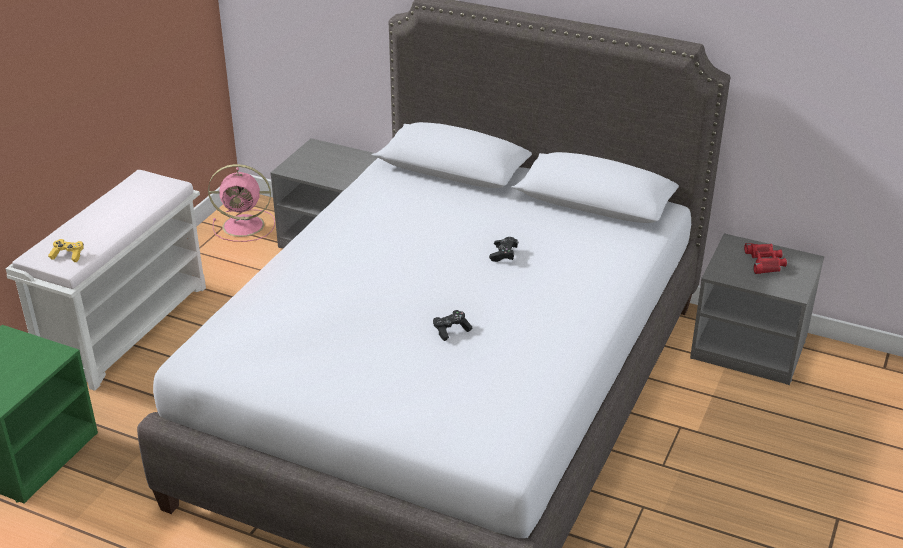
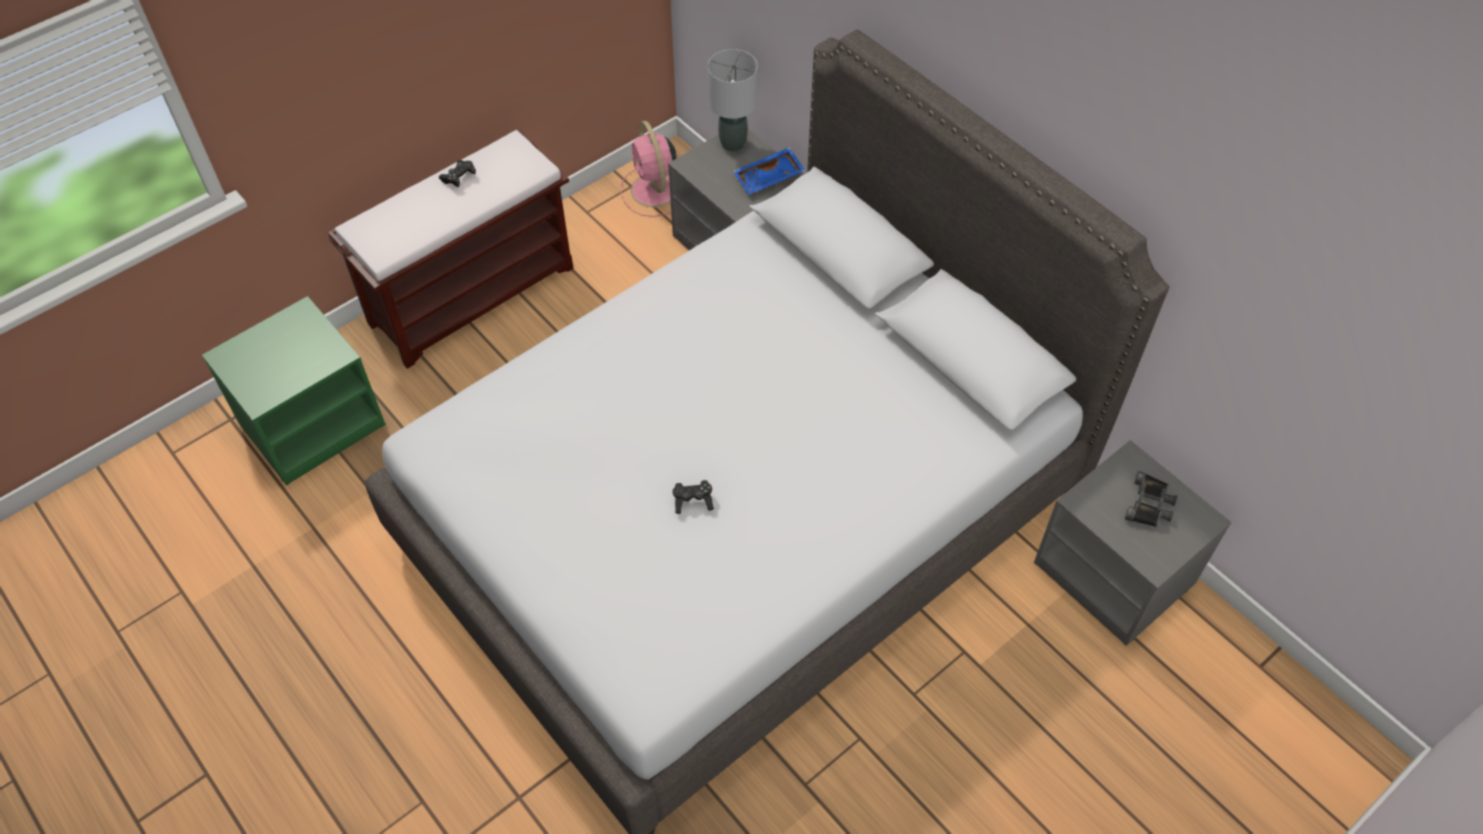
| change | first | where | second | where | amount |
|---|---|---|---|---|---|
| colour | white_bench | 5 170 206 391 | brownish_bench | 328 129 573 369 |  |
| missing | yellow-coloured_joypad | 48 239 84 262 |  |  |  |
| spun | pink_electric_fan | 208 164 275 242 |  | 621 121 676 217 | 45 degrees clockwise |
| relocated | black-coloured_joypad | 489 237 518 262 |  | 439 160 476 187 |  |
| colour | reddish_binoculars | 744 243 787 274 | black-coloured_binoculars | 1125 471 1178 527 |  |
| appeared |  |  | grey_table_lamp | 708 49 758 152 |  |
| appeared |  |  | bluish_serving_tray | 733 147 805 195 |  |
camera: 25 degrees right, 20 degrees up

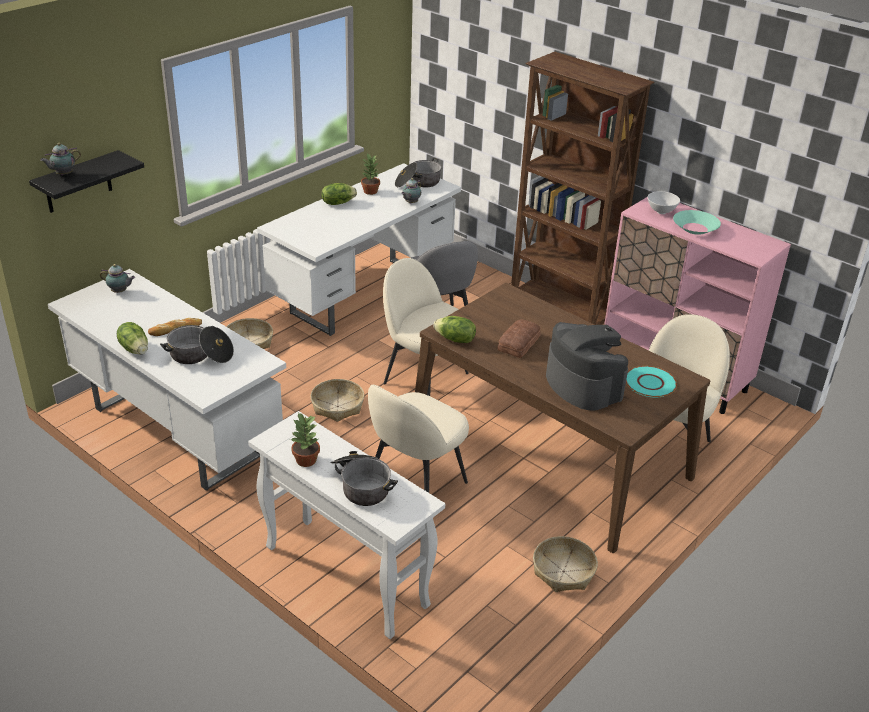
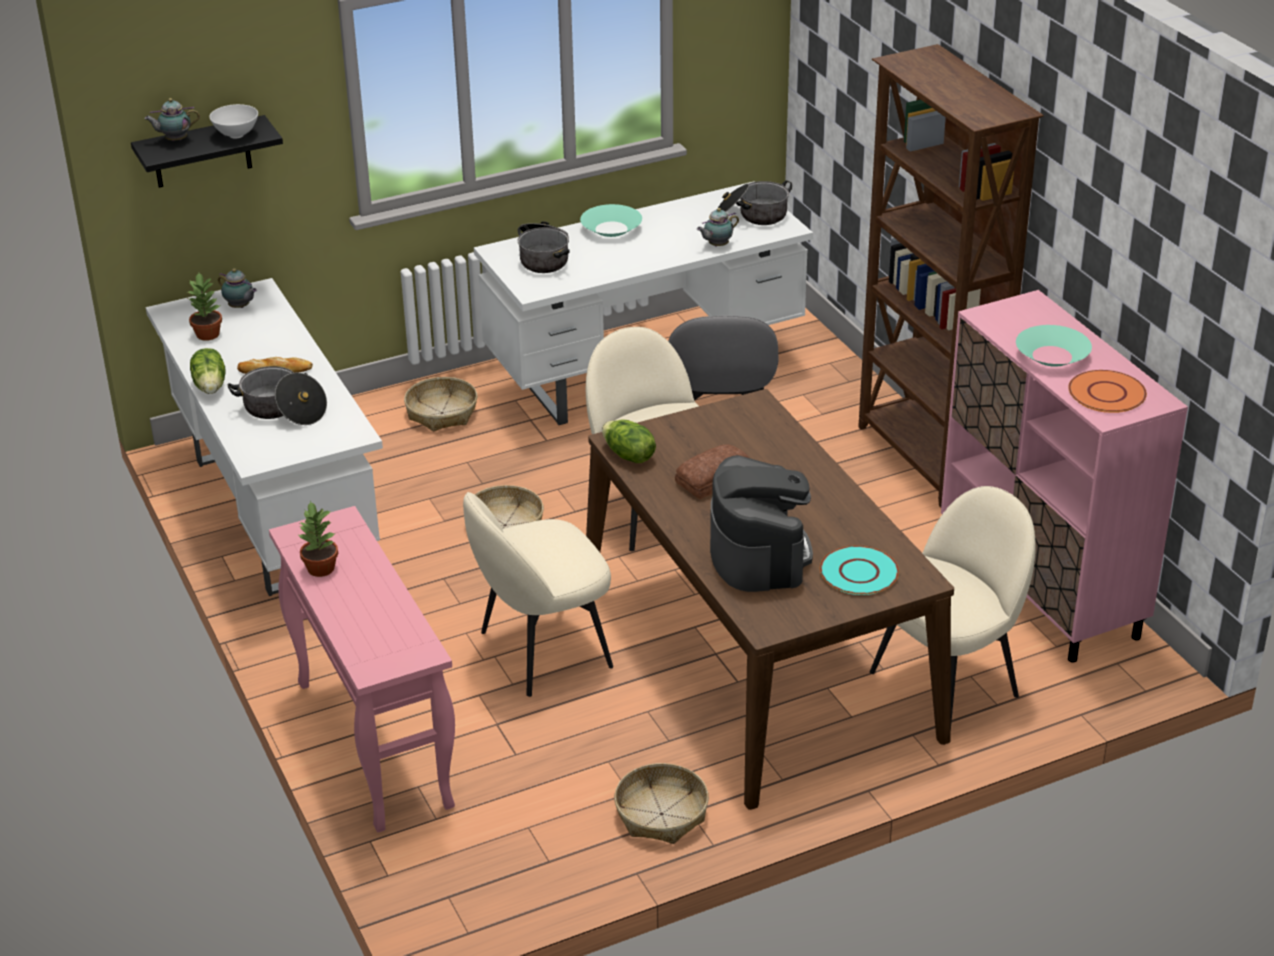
| change | first | where | second | where | amount |
|---|---|---|---|---|---|
| colour | white_narrow_table | 248 411 445 639 | pink_narrow_table | 269 506 455 832 |  |
| exchanged | lettuce | 321 183 357 205 | blue-green_bowl | 580 204 642 237 |  |
| relocated | cooking_pot | 330 451 398 506 |  | 518 221 570 273 |  |
| relocated | plant_in_a_pot | 361 153 380 195 |  | 187 273 222 341 |  |
| relocated | white_bowl | 648 191 680 214 |  | 209 104 258 139 |  |
| appeared |  |  | orange-coloured_flat_dish | 1068 370 1147 413 |  |
camera: 25 degrees right, 0 degrees up

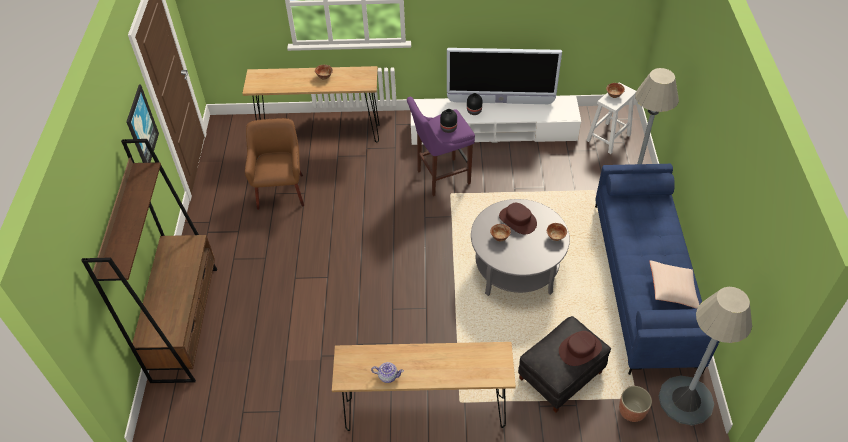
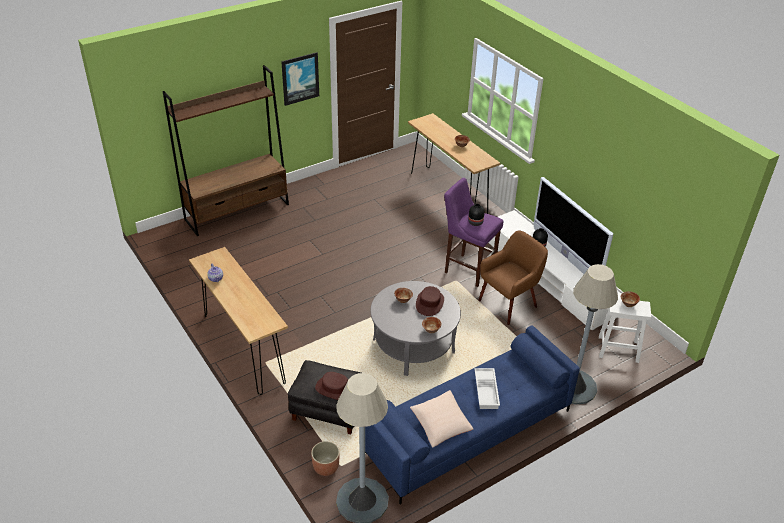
| change | first | where | second | where | amount |
|---|---|---|---|---|---|
| relocated | brownish_armchair | 245 118 304 210 |  | 478 230 548 325 |  |
| appeared |  |  | white_serving_tray | 474 368 500 409 |  |
camera: 55 degrees right, 10 degrees down

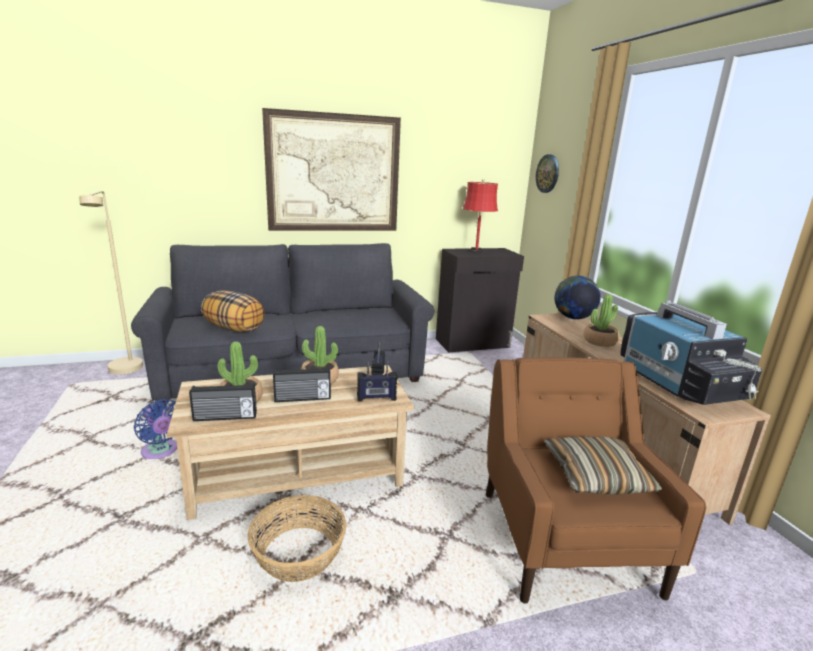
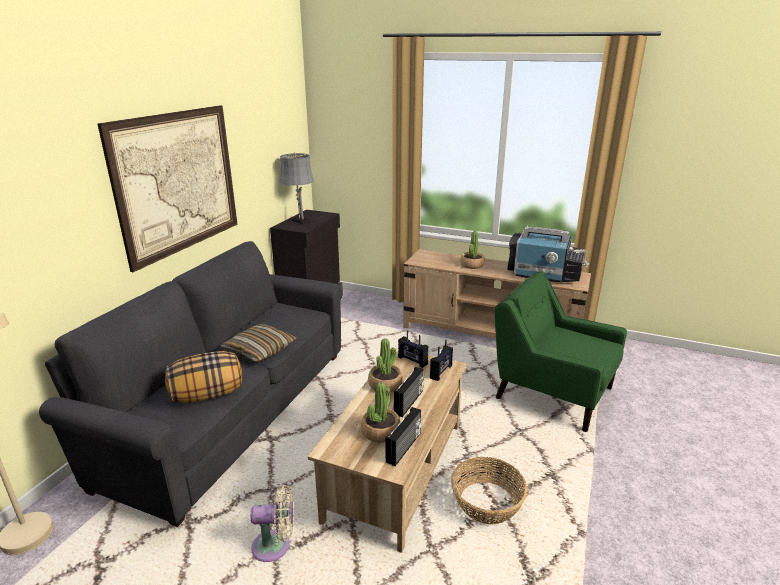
| change | first | where | second | where | amount |
|---|---|---|---|---|---|
| colour | bluish_electric_fan | 134 399 177 459 | sand-coloured_electric_fan | 251 485 294 562 |  |
| colour | reddish_table_lamp | 463 179 498 254 | grey_table_lamp | 280 152 314 224 |  |
| colour | brownish_armchair | 486 357 706 604 | green-coloured_armchair | 495 272 627 432 |  |
| missing | hanging_clock | 536 154 559 193 |  |  |  |
| relocated | throw_pillow | 544 436 662 494 |  | 220 324 297 363 |  |
| missing | globe | 555 276 601 319 |  |  |  |
camera: 50 degrees left, 5 degrees up

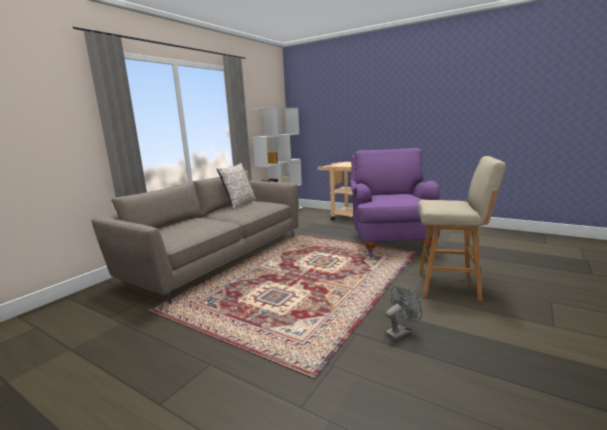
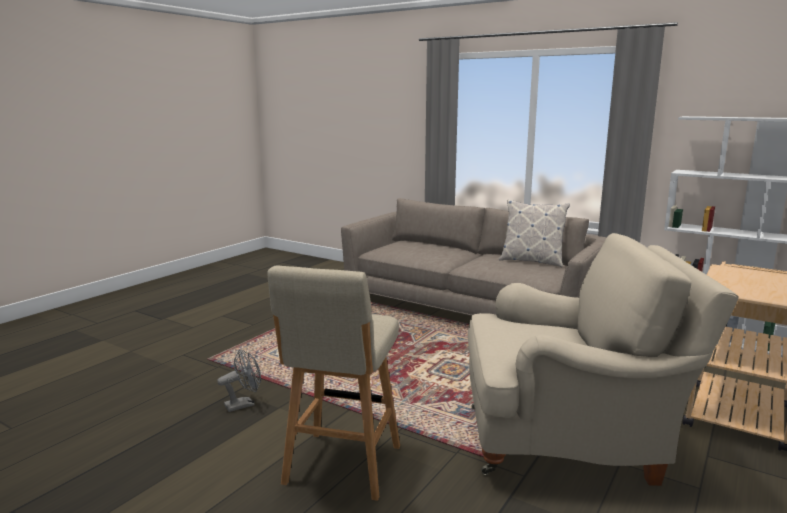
| change | first | where | second | where | amount |
|---|---|---|---|---|---|
| colour | purple_armchair | 350 148 440 257 | sand-coloured_armchair | 468 233 739 486 |  |
| spun | grey_electric_fan | 385 285 422 340 |  | 217 349 261 412 | 90 degrees counterclockwise |
camera: 90 degrees right, 0 degrees up

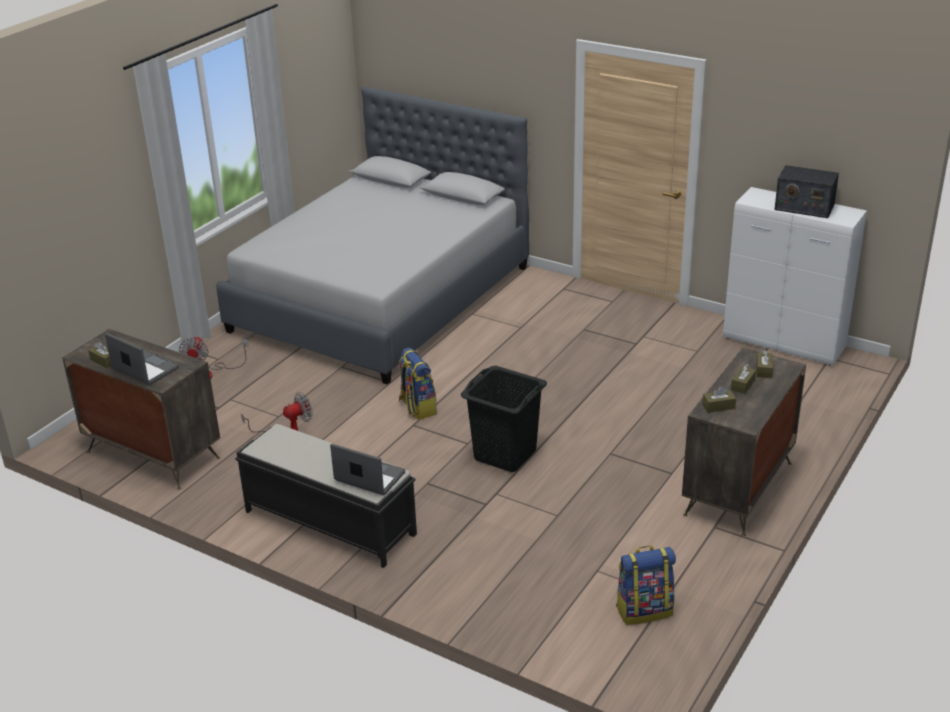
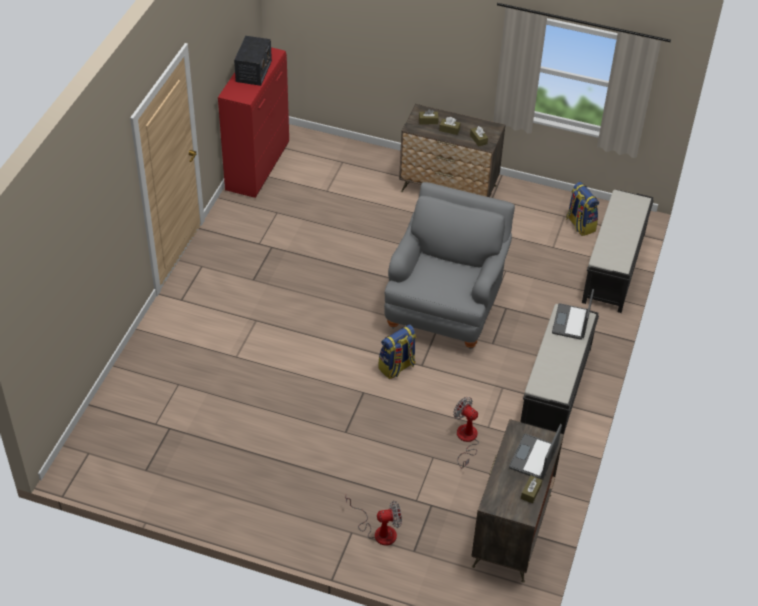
| change | first | where | second | where | amount |
|---|---|---|---|---|---|
| missing | grey_bed | 216 86 529 385 |  |  |  |
| exchanged | black-coloured_hamper | 461 366 547 472 | grey_armchair | 384 182 515 349 |  |
| colour | white_cabinet | 723 187 867 366 | reddish_cabinet | 218 47 289 198 |  |
| appeared |  |  | black-coloured_bench | 582 190 654 313 |  |
camera: 105 degrees left, 15 degrees up

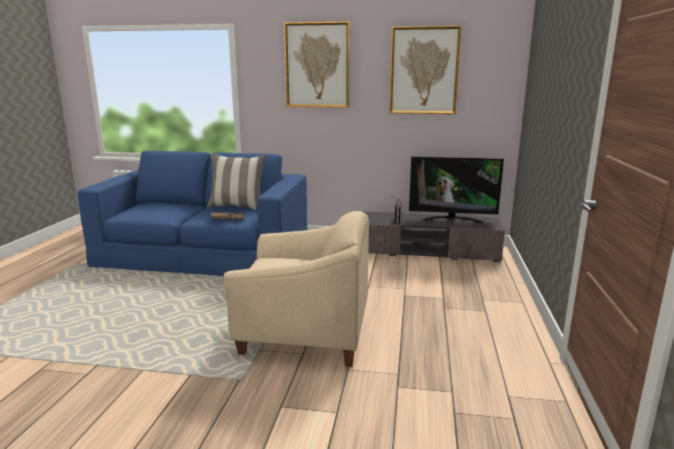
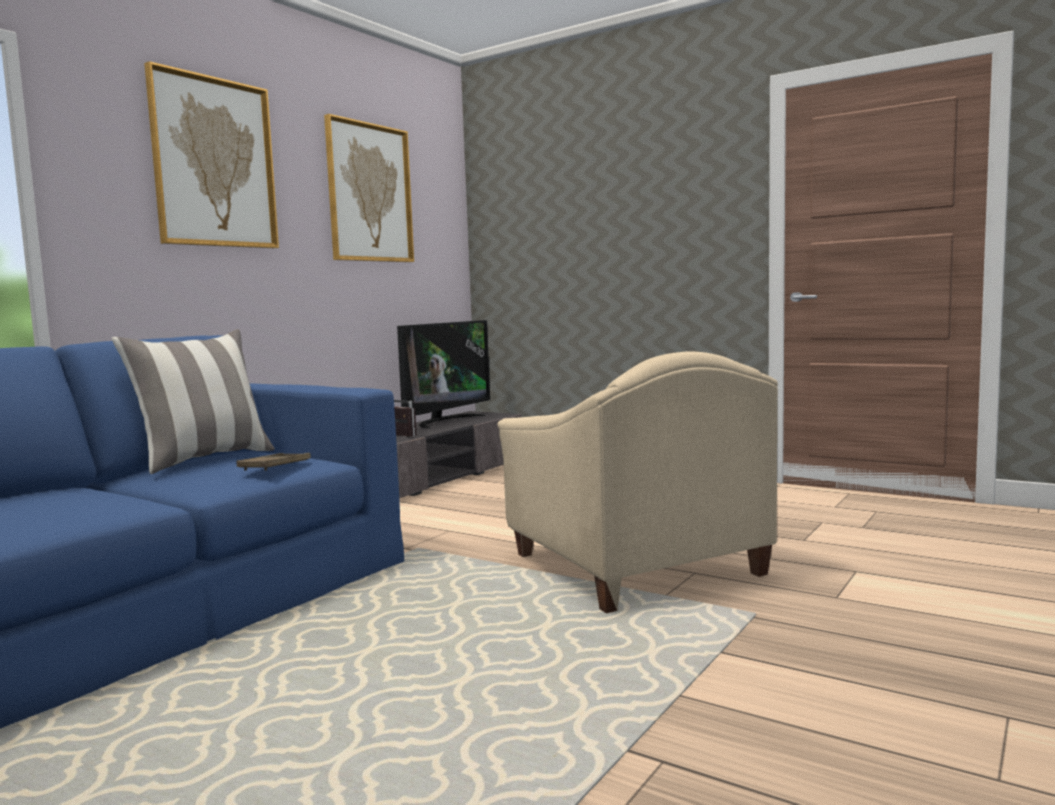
| change | first | where | second | where | amount |
|---|---|---|---|---|---|
| spun | sand-coloured_armchair | 224 211 369 367 |  | 497 351 778 613 | 120 degrees clockwise |
camera: 65 degrees left, 10 degrees down

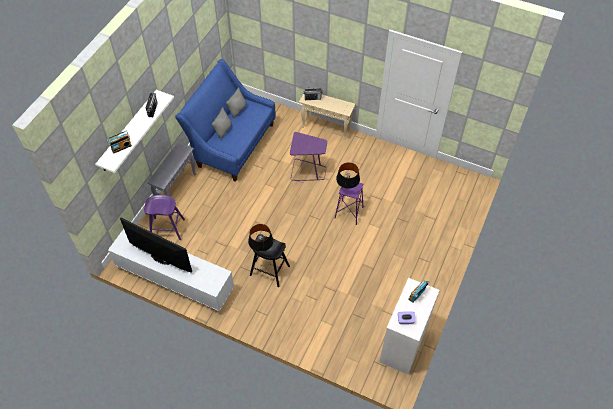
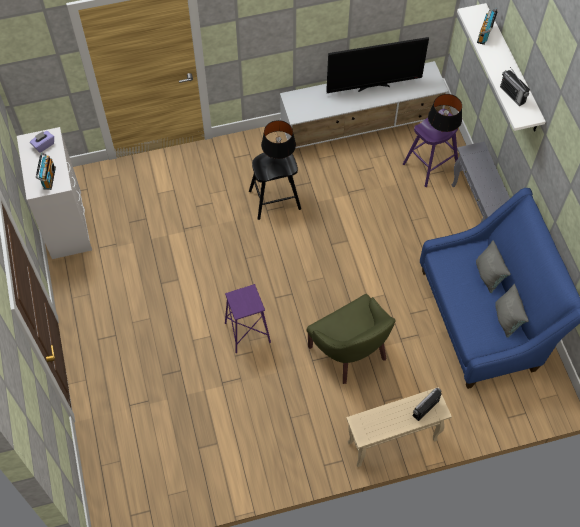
| change | first | where | second | where | amount |
|---|---|---|---|---|---|
| exchanged | purple_accent_table | 290 132 327 181 | green-coloured_armchair | 306 294 396 384 |  |
| relocated | black-coloured_table_lamp | 336 163 360 189 |  | 428 94 462 132 |  |
camera: 140 degrees right, 5 degrees up

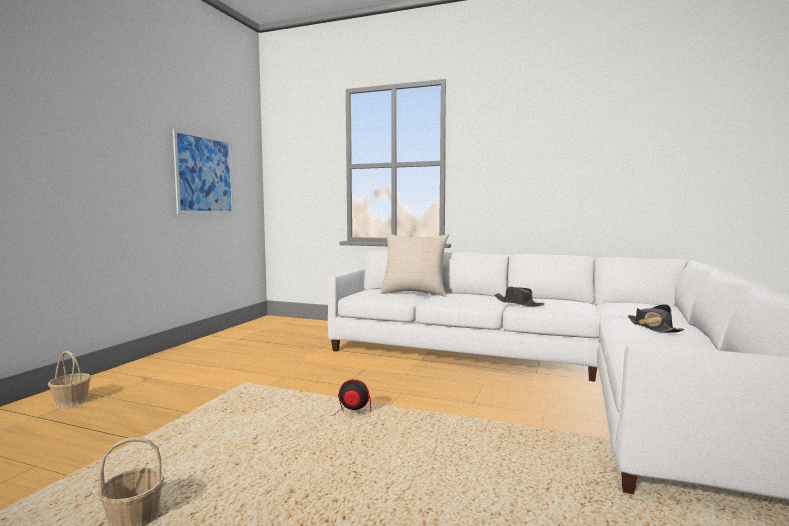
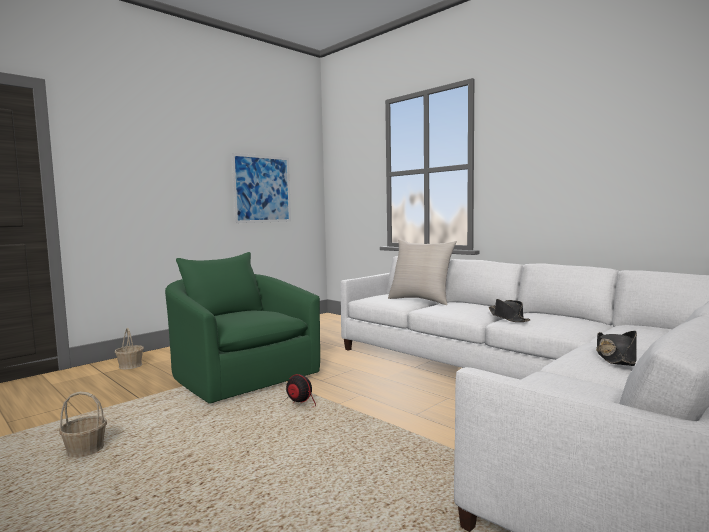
| change | first | where | second | where | amount |
|---|---|---|---|---|---|
| appeared |  |  | green-coloured_armchair | 165 252 320 403 |  |
camera: 25 degrees right, 0 degrees up

